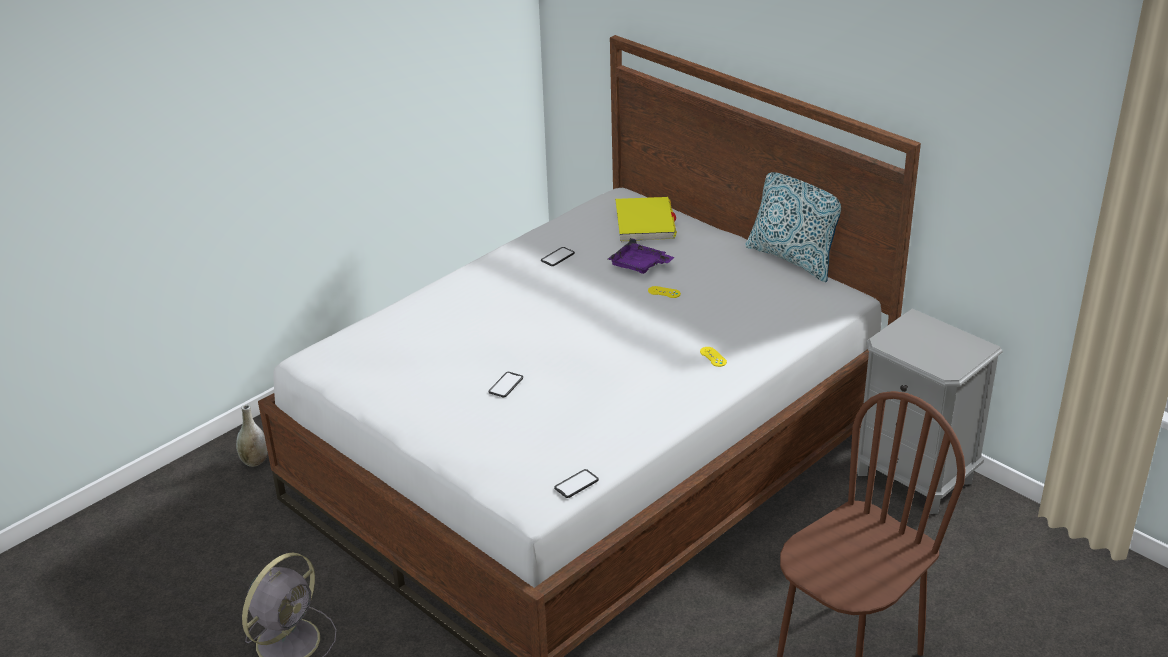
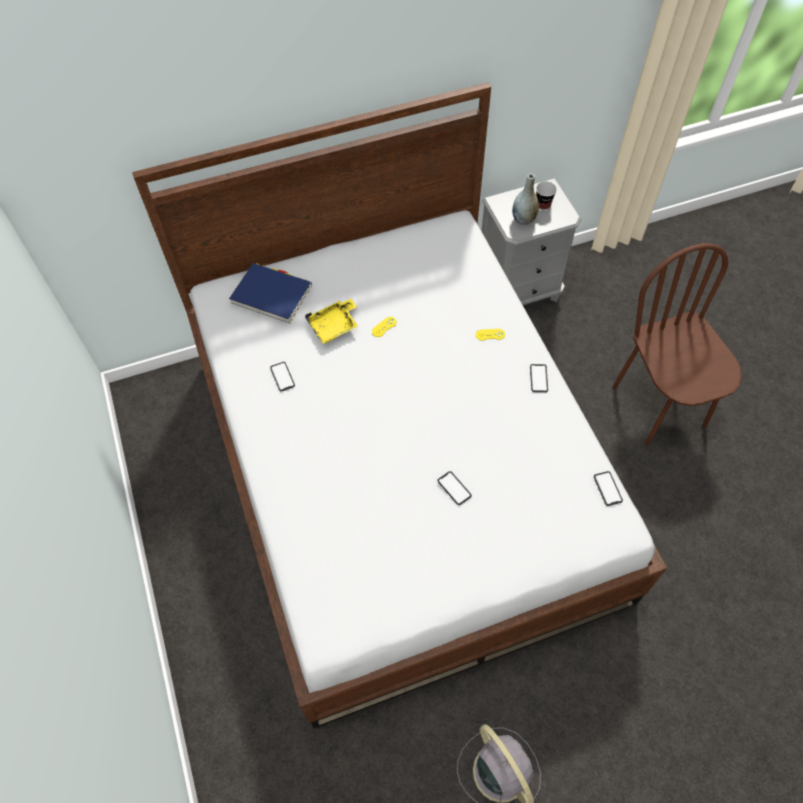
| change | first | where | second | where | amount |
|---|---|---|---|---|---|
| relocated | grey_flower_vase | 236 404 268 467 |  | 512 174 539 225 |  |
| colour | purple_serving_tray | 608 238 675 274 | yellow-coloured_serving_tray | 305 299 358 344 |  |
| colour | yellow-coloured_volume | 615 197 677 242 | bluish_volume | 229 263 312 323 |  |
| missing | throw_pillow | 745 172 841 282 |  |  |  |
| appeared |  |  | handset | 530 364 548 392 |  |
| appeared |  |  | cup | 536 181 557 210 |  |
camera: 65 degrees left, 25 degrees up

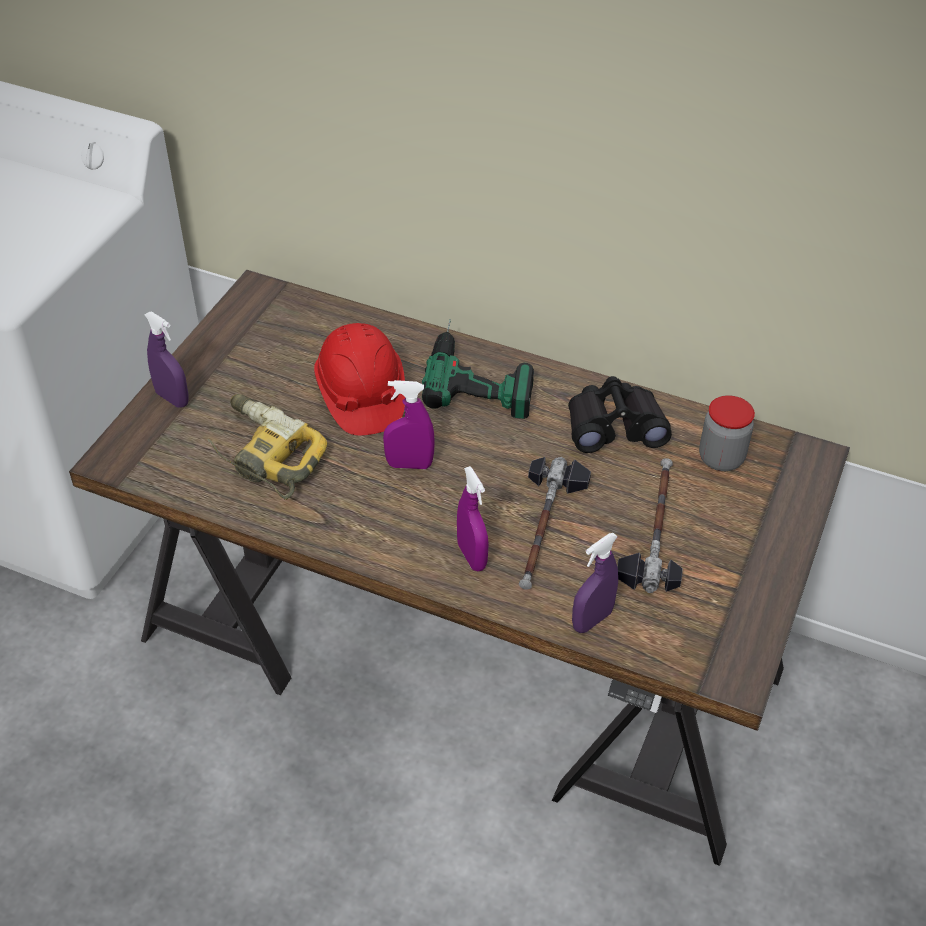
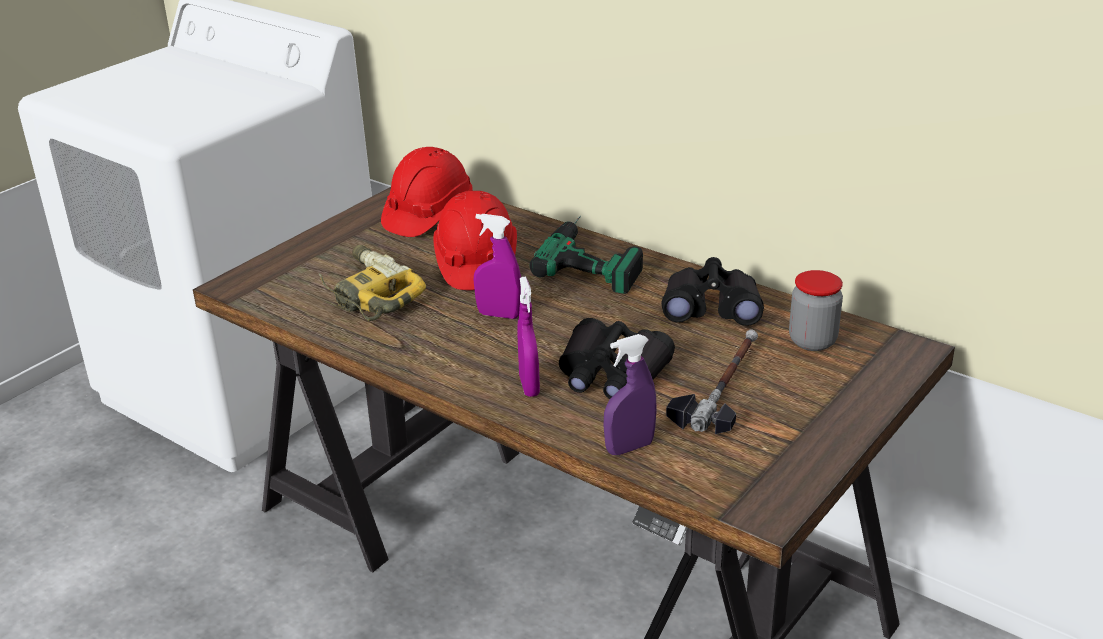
| change | first | where | second | where | amount |
|---|---|---|---|---|---|
| missing | purple_hand_sprayer | 145 311 189 408 |  |  |  |
| exchanged | hammer | 519 457 591 590 | black-coloured_binoculars | 559 318 675 399 |  |
| appeared |  |  | reddish_hard_hat | 381 147 473 237 |  |
camera: 15 degrees right, 15 degrees down

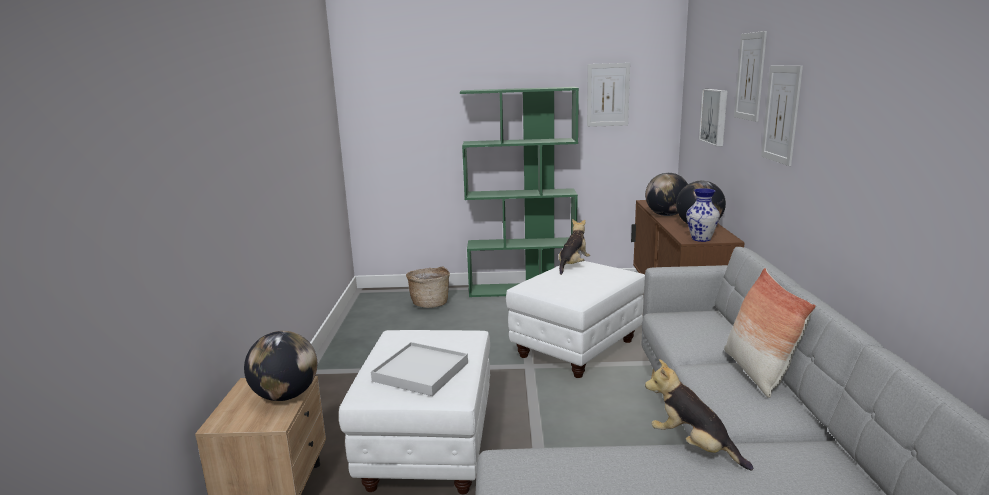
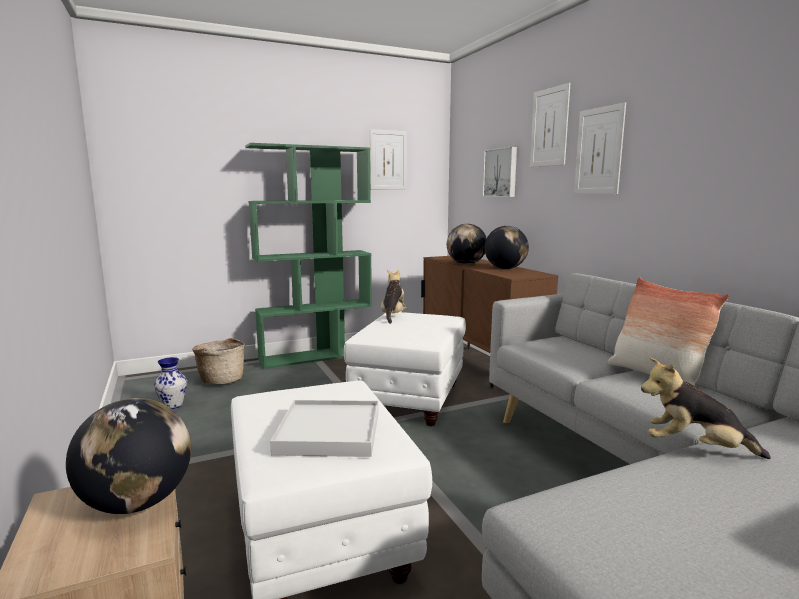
| change | first | where | second | where | amount |
|---|---|---|---|---|---|
| relocated | flower_vase | 686 188 720 242 |  | 154 357 187 409 |  |
camera: 25 degrees left, 5 degrees down

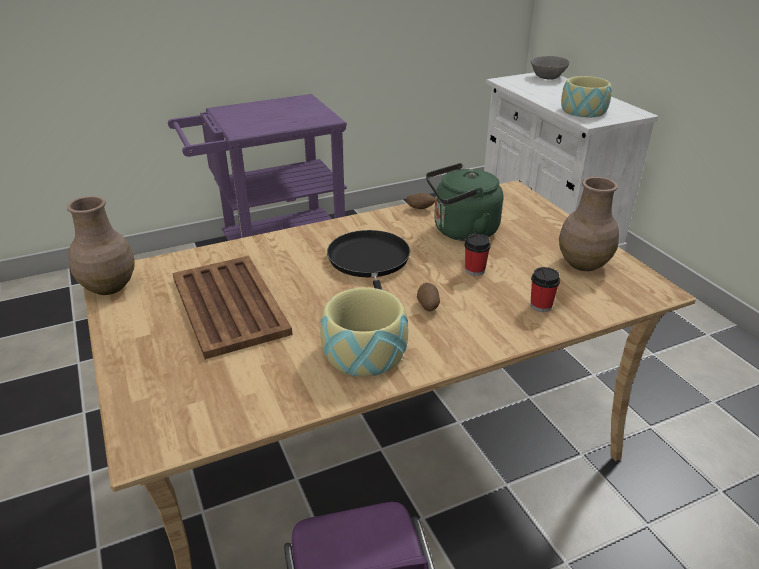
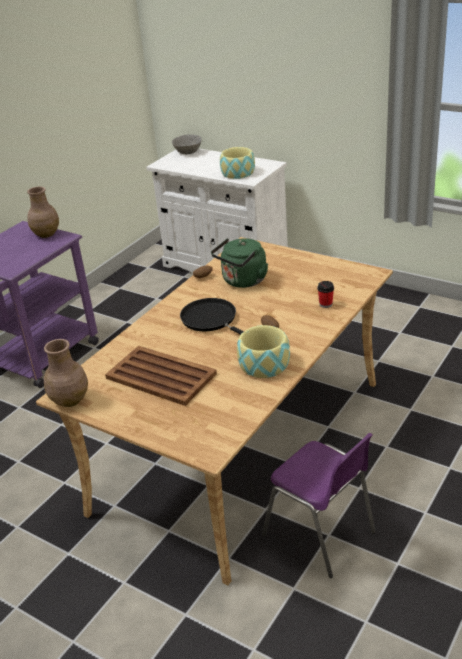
| change | first | where | second | where | amount |
|---|---|---|---|---|---|
| missing | cup | 465 234 491 276 |  |  |  |
| relocated | brownish_flower_vase | 559 177 619 271 |  | 27 187 59 238 |  |
camera: 30 degrees left, 0 degrees up

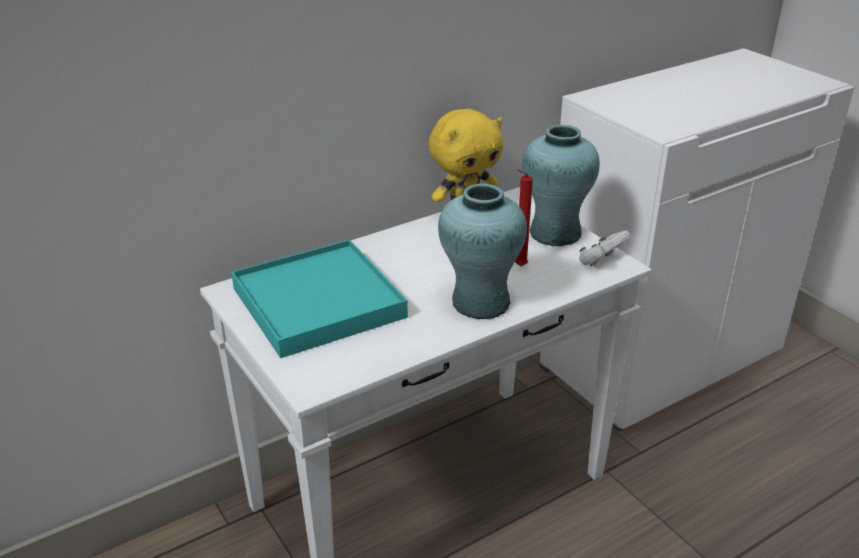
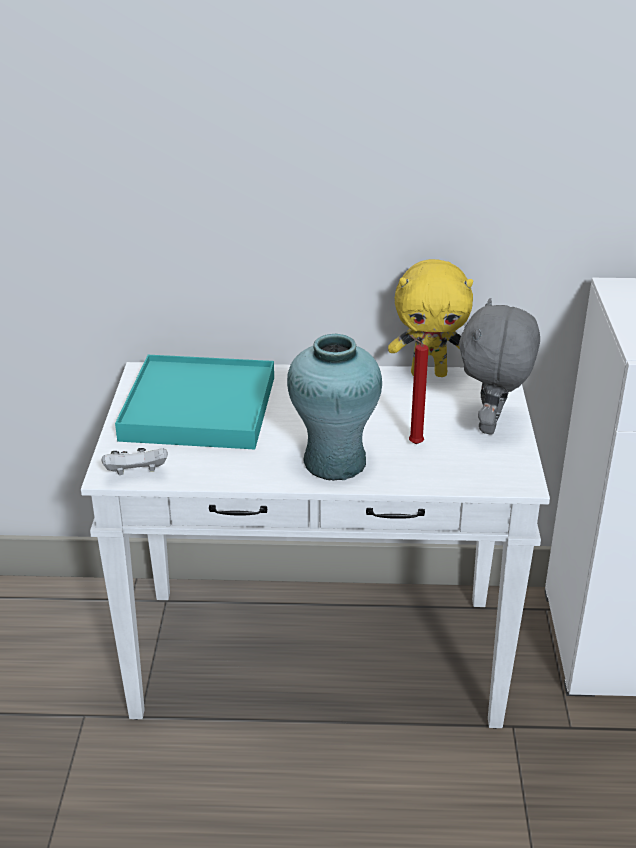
| change | first | where | second | where | amount |
|---|---|---|---|---|---|
| exchanged | blue-green_flower_vase | 522 125 600 247 | grey_plush_toy | 459 298 540 435 |  |
| relocated | white_joypad | 579 231 630 266 |  | 102 448 168 475 |  |
camera: 35 degrees right, 0 degrees up

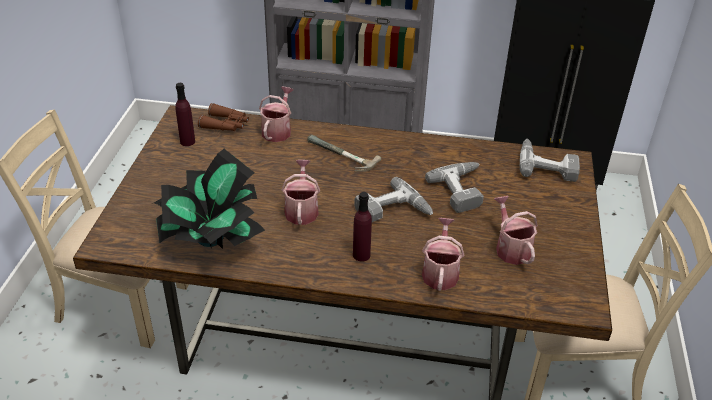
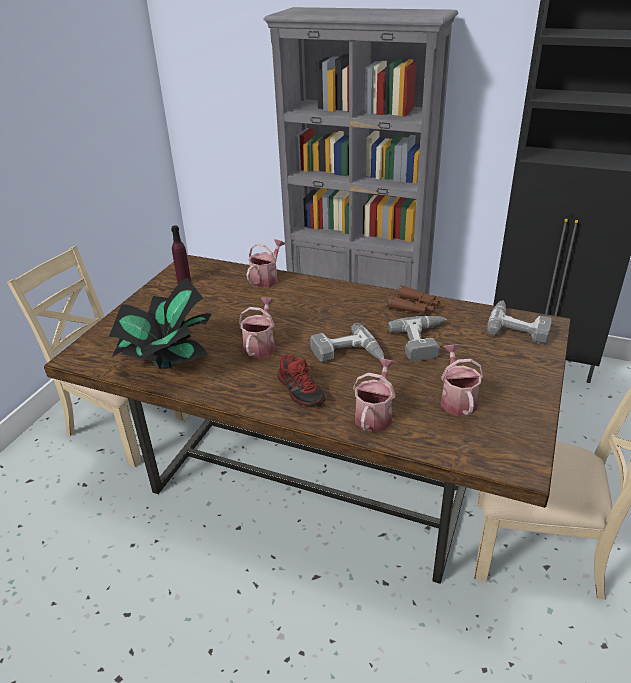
| change | first | where | second | where | amount |
|---|---|---|---|---|---|
| relocated | brownish_binoculars | 198 103 249 131 |  | 388 285 440 314 |  |
| missing | hammer | 307 135 381 172 |  |  |  |
| exchanged | purple_drink_bottle | 353 192 372 262 | item_of_footwear | 277 354 325 406 |  |
camera: 15 degrees right, 5 degrees down

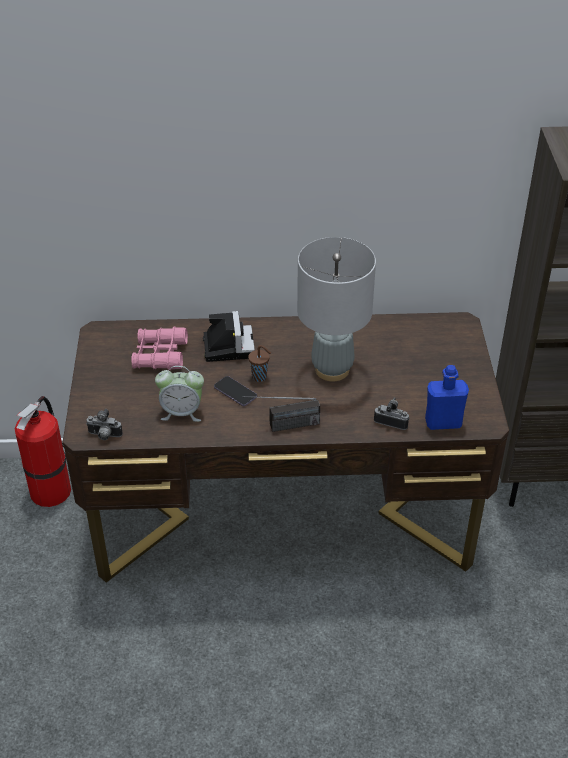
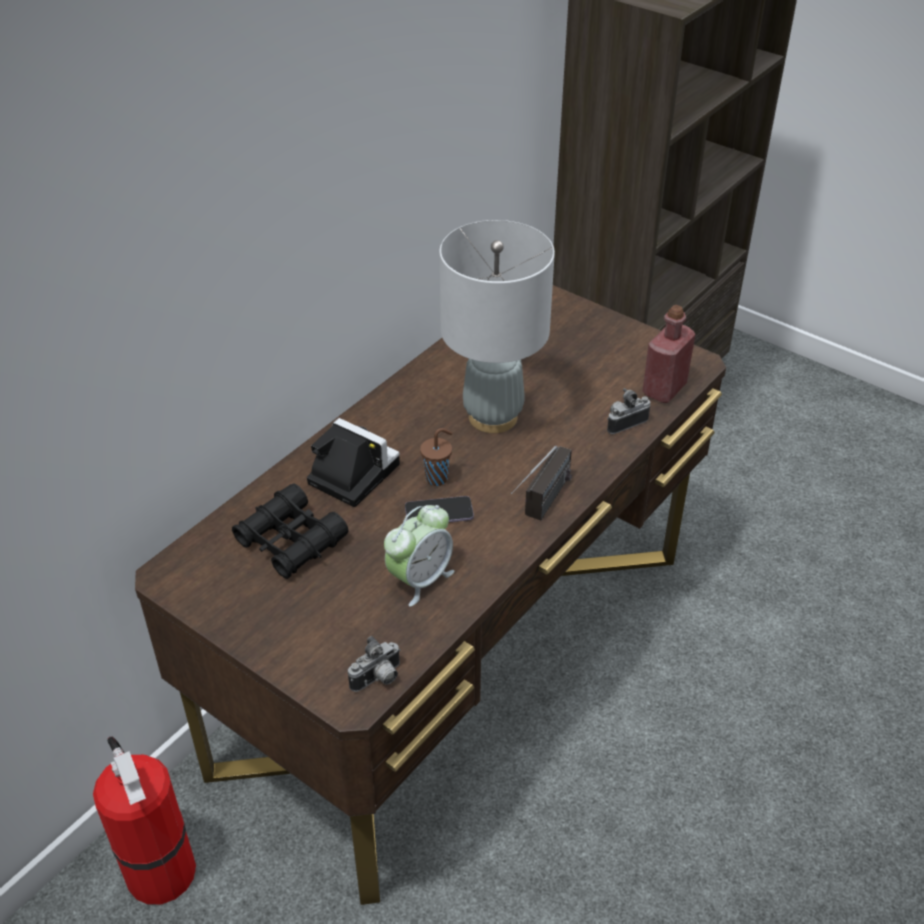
| change | first | where | second | where | amount |
|---|---|---|---|---|---|
| colour | pink_binoculars | 131 326 188 370 | black-coloured_binoculars | 232 483 348 579 |  |
| colour | bluish_drink_bottle | 425 365 469 430 | reddish_drink_bottle | 643 305 695 403 |  |
camera: 50 degrees left, 0 degrees up

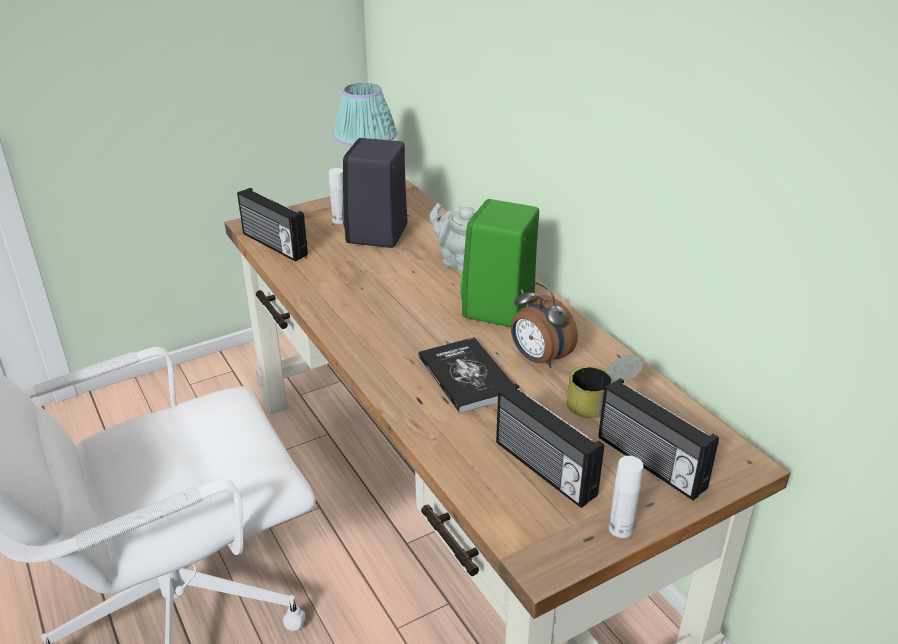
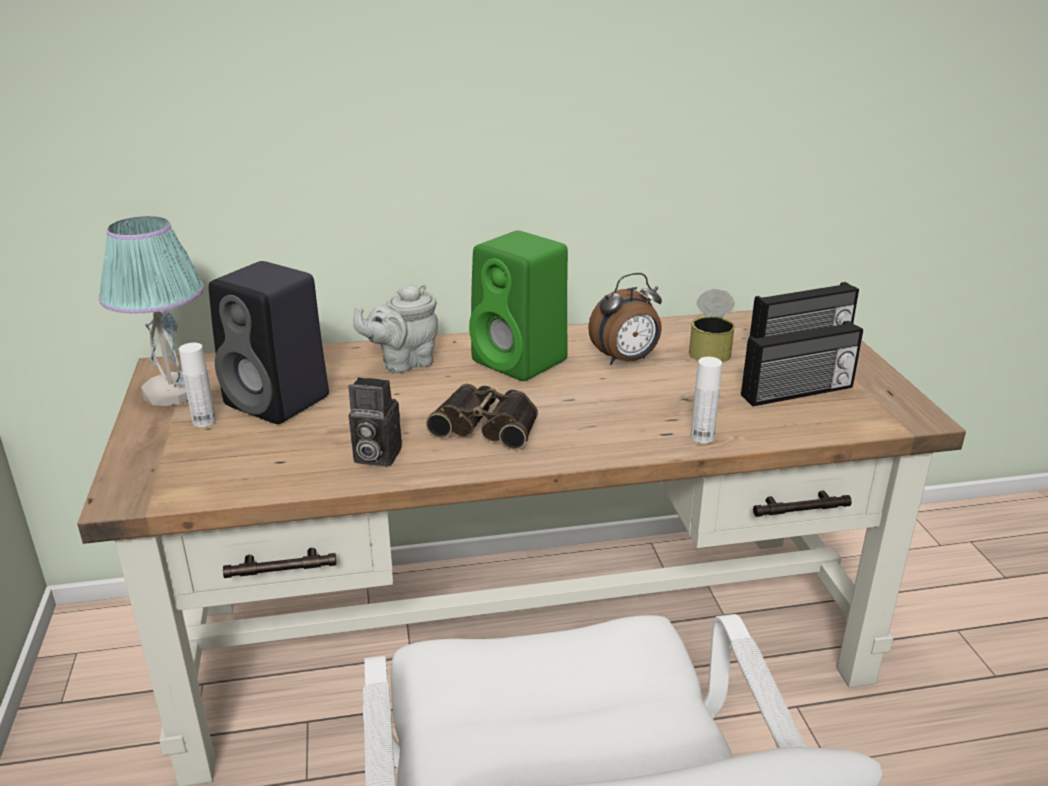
| change | first | where | second | where | amount |
|---|---|---|---|---|---|
| missing | radio_receiver | 237 188 308 261 |  |  |  |
| missing | volume | 418 337 514 413 |  |  |  |
| relocated | white_drink_bottle | 609 456 643 538 |  | 691 357 722 444 |  |
| appeared |  |  | still_camera | 348 377 402 467 |  |
| appeared |  |  | binoculars | 426 384 538 450 |  |
camera: 70 degrees left, 5 degrees down

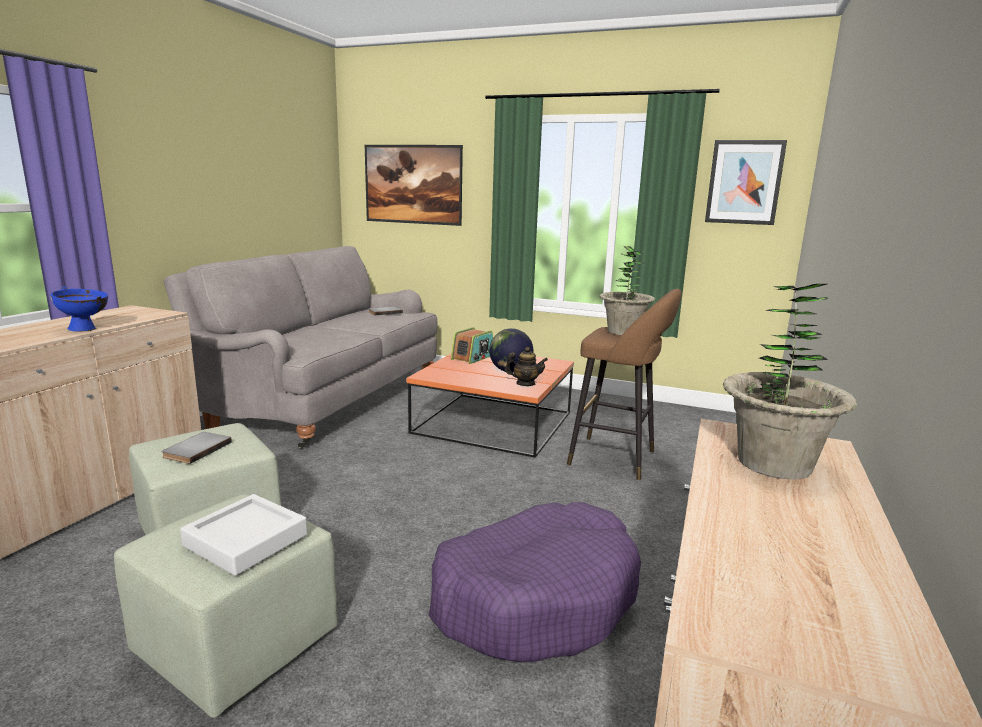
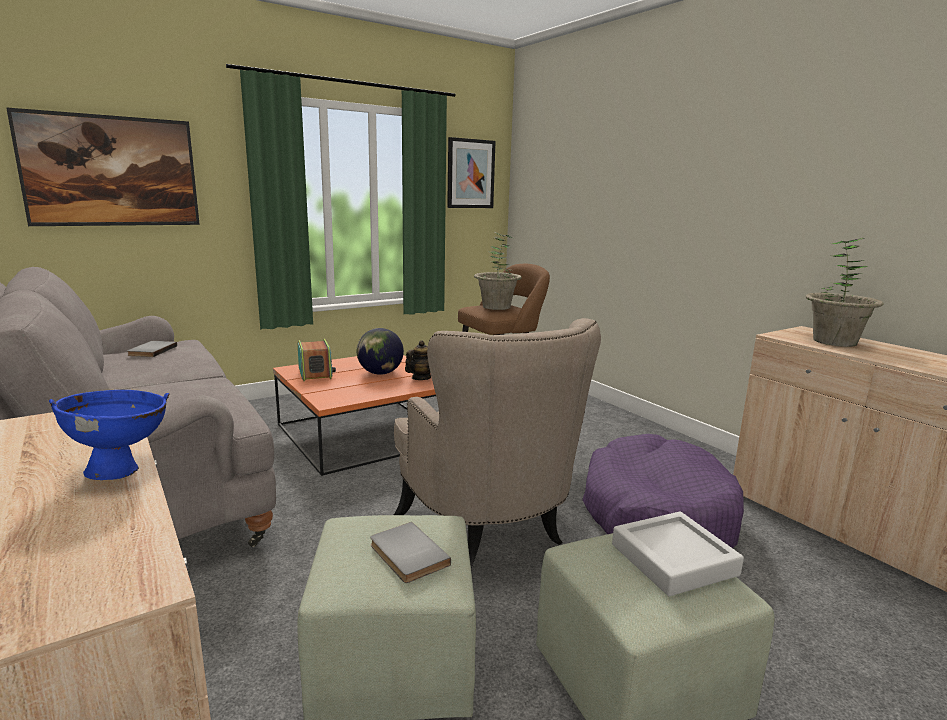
| change | first | where | second | where | amount |
|---|---|---|---|---|---|
| appeared |  |  | sand-coloured_armchair | 394 318 601 567 |  |
camera: 55 degrees left, 0 degrees up

